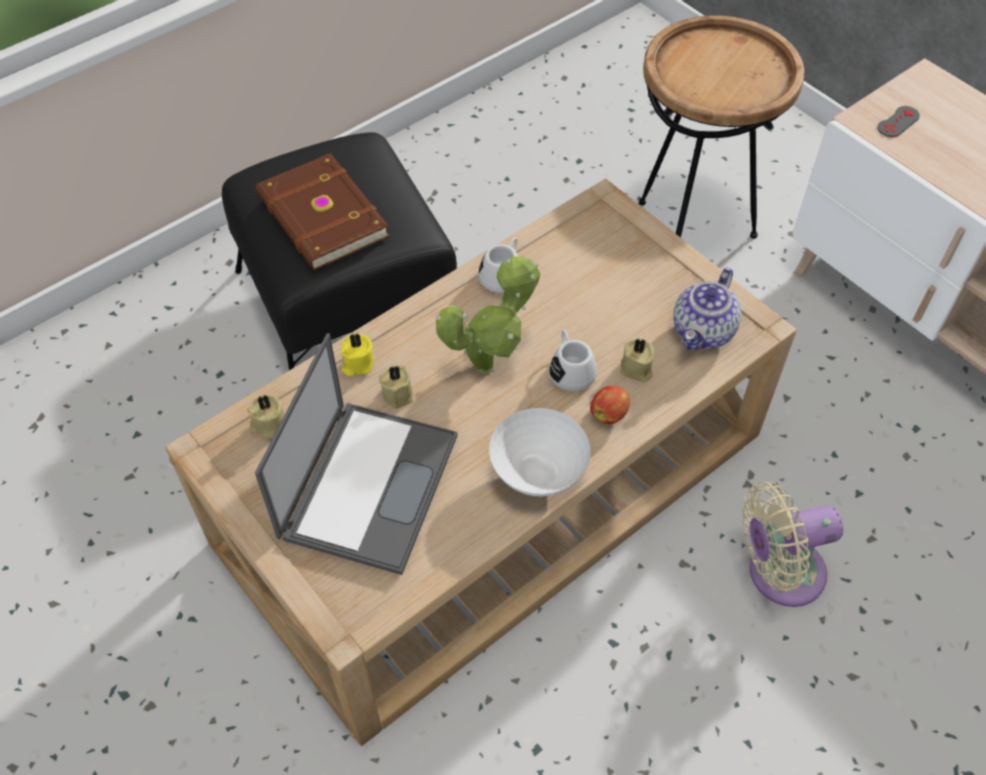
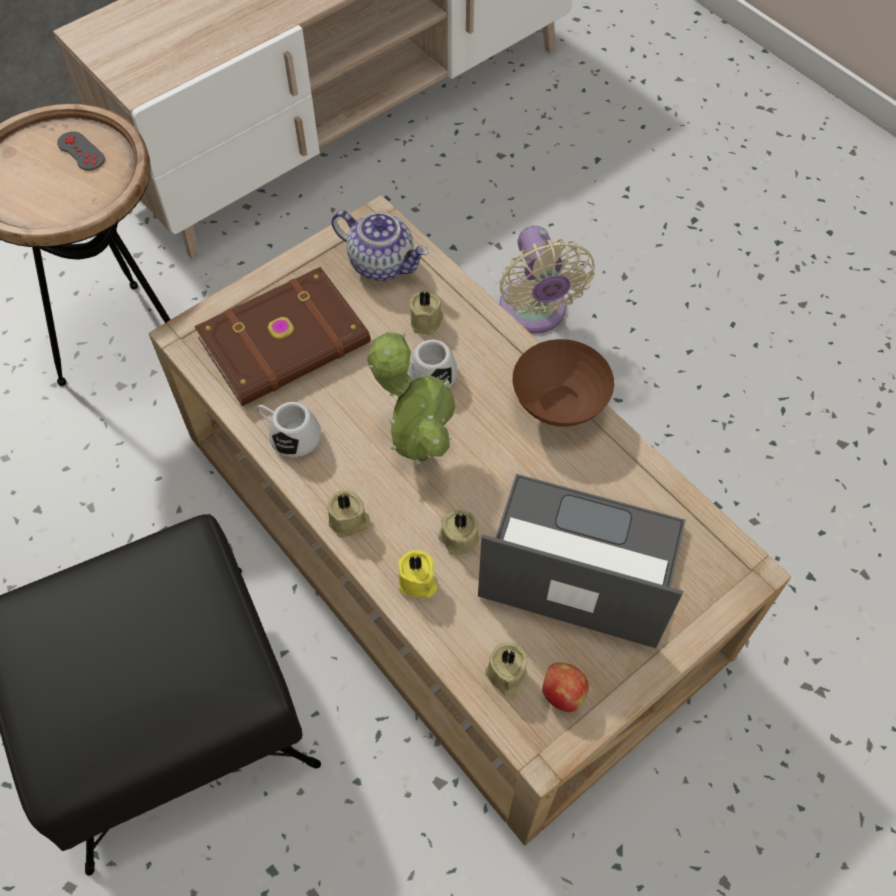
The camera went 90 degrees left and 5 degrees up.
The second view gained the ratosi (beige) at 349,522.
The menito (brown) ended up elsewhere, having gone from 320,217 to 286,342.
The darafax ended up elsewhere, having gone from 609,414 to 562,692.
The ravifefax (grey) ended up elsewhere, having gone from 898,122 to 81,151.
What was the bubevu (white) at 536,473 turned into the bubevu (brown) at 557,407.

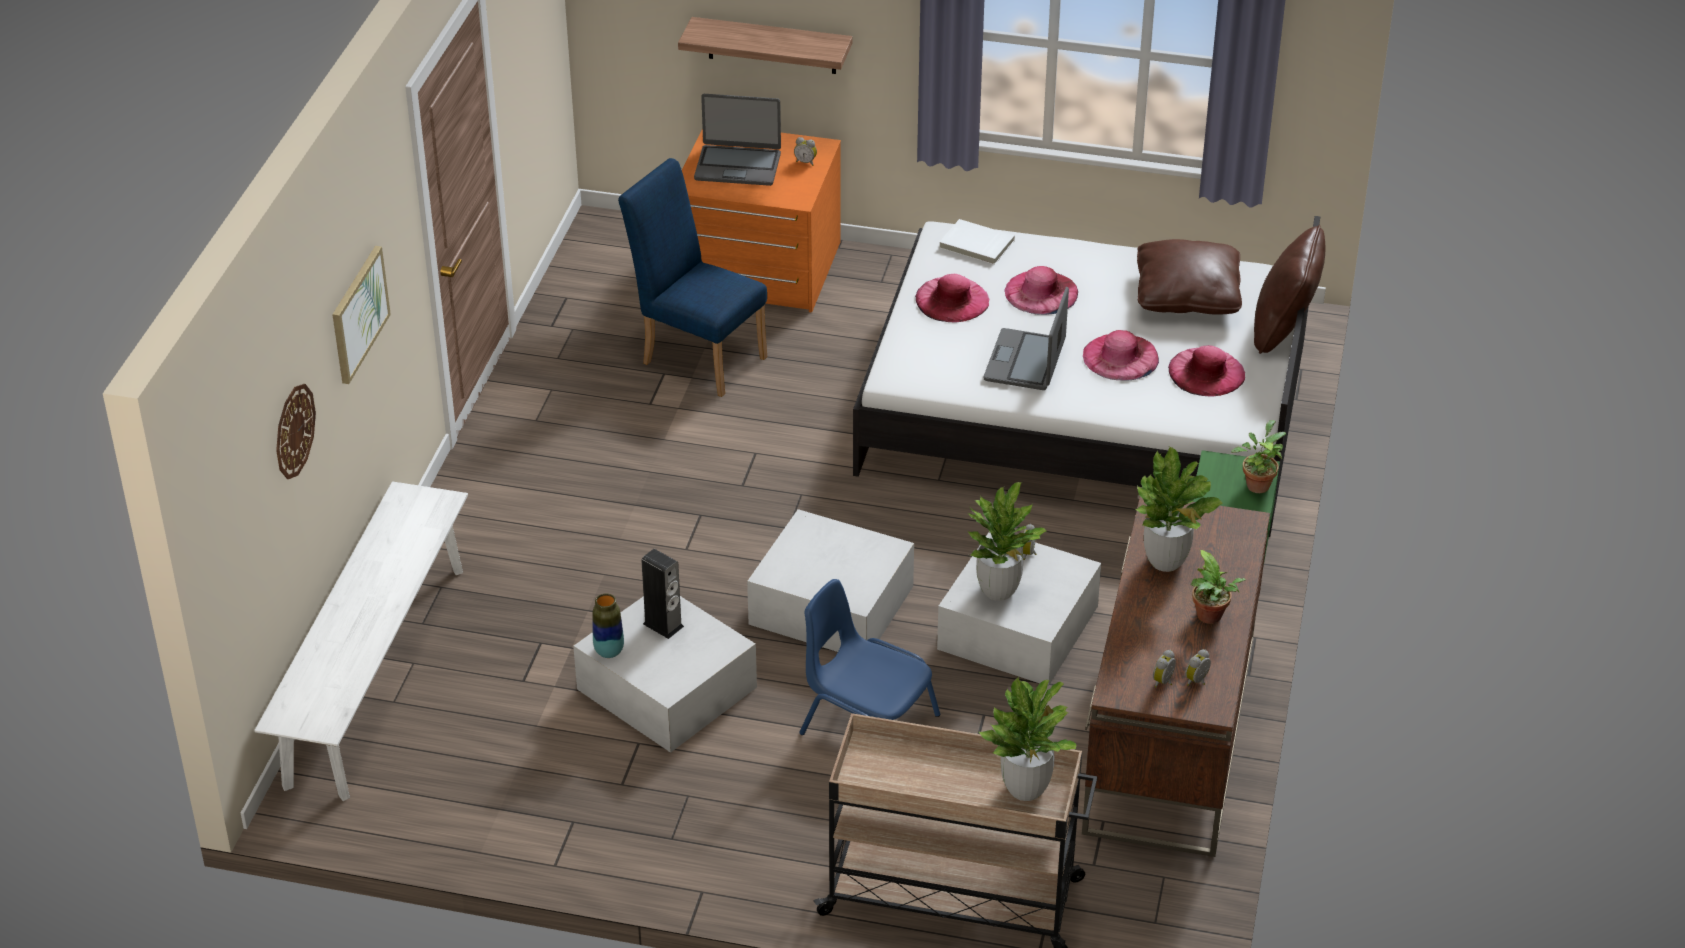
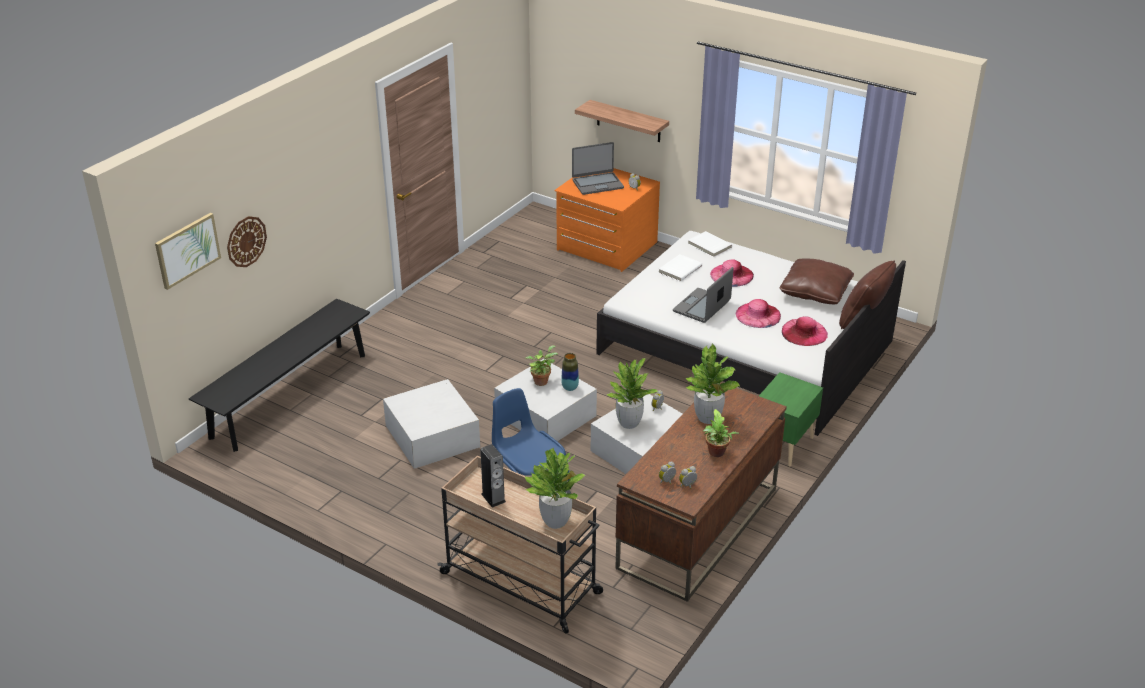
The camera went 20 degrees right and 5 degrees down.
The second view lost the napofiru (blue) at 697,356.
The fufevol ended up elsewhere, having gone from 358,314 to 187,250.
The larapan ended up elsewhere, having gone from 609,651 to 570,387.
The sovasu ended up elsewhere, having gone from 663,625 to 493,498.
The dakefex ended up elsewhere, having gone from 1257,484 to 541,381.
Where the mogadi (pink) stood at 952,299, the menito (white) came to stand at 679,269.
What was the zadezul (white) at 376,675 turned into the zadezul (black) at 290,395.
The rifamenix at 738,166 ended up facing another way, 45 degrees counterclockwise from before.

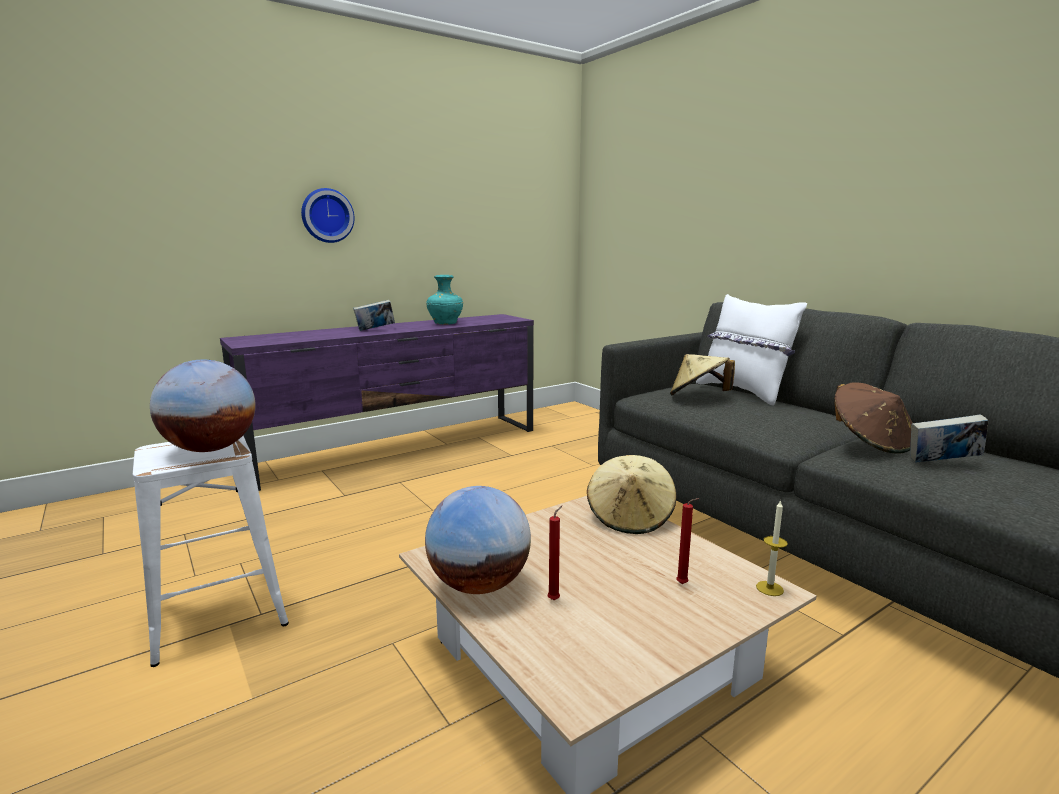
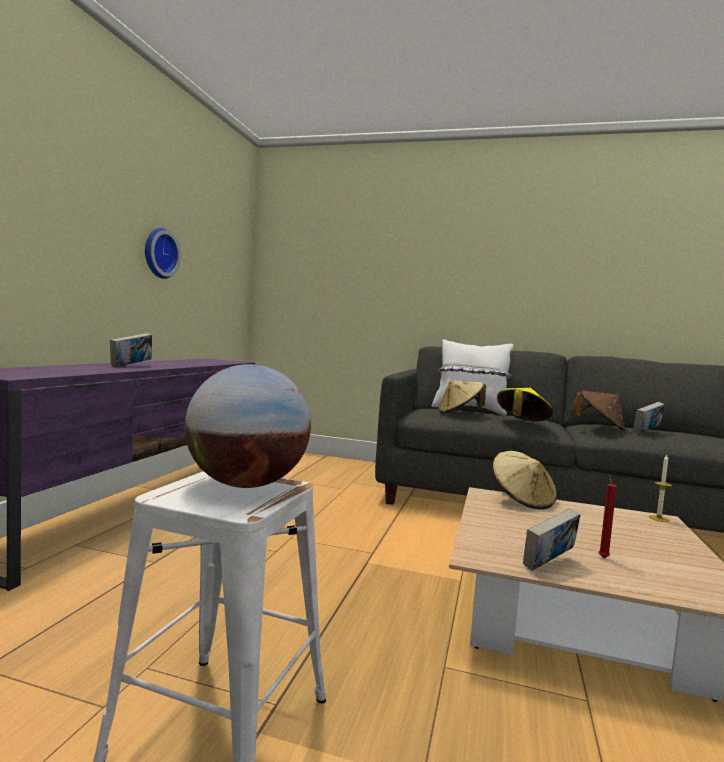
The camera went 40 degrees left and 10 degrees down.
The second view lost the larapan (turquoise) at 445,323.
The second view lost the ratosi (red) at 684,584.
The second view gained the mogadi (yellow) at 522,422.
The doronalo ended up elsewhere, having gone from 327,215 to 158,253.
Where the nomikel stood at 479,585, the menito came to stand at 549,564.

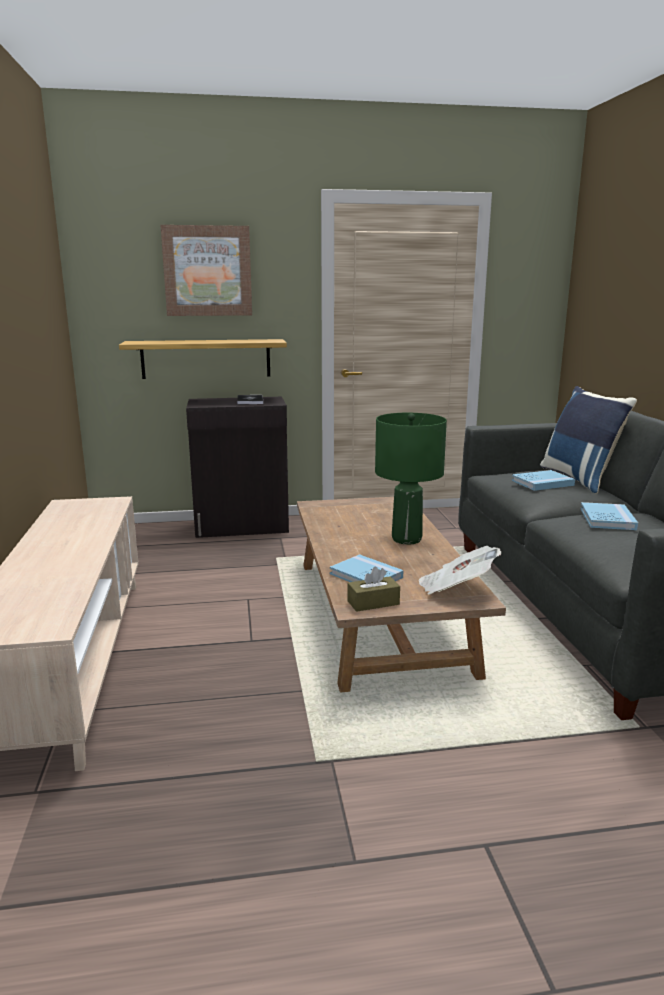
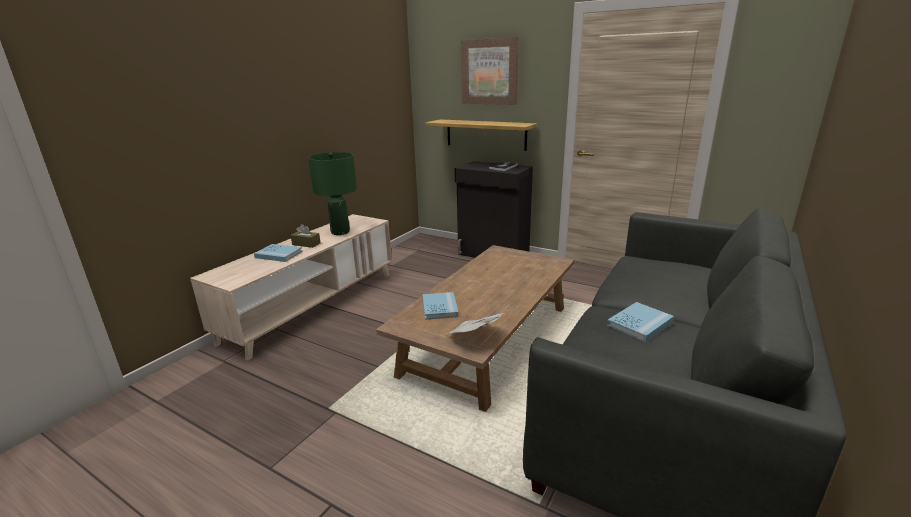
The camera went 40 degrees right and 5 degrees up.
The second view lost the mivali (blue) at 580,478.
The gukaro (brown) ended up elsewhere, having gone from 373,602 to 306,244.
The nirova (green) ended up elsewhere, having gone from 407,539 to 340,232.
The menito (blue) ended up elsewhere, having gone from 542,483 to 278,254.

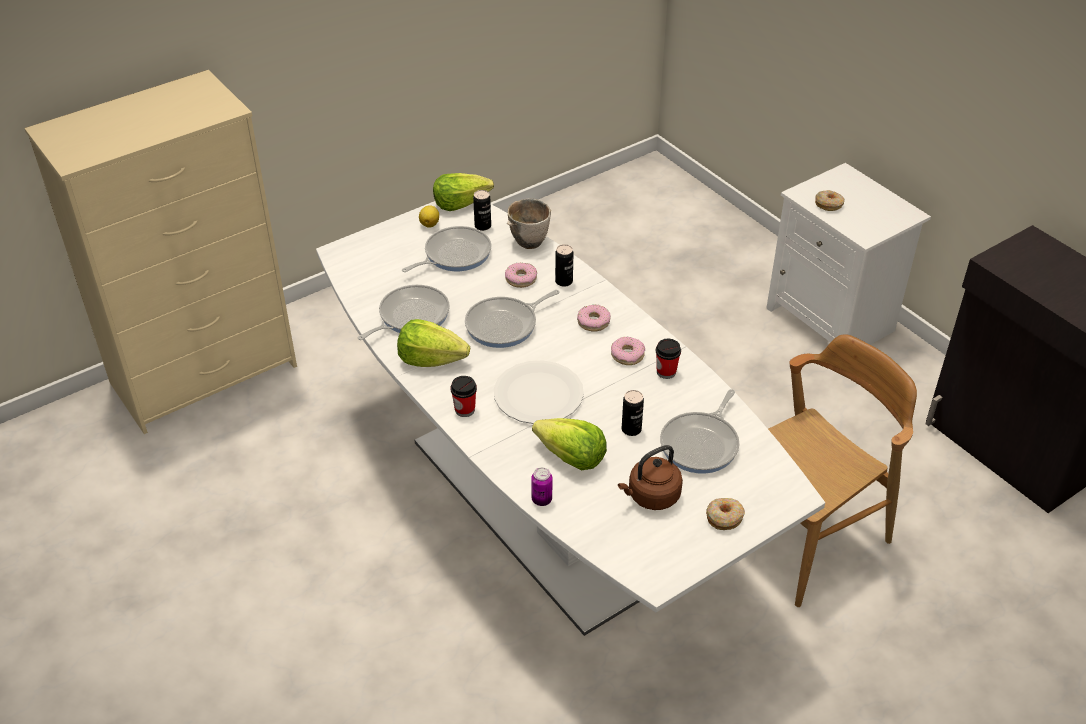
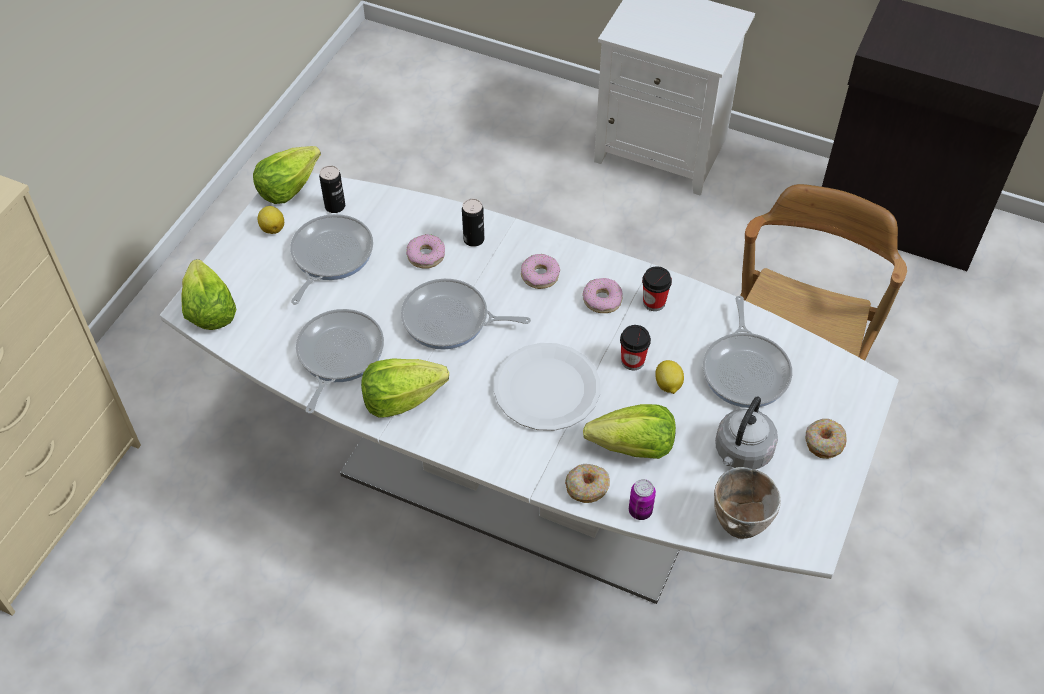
The camera went 30 degrees left and 10 degrees up.
The second view gained the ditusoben at 209,310.
The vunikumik ended up elsewhere, having gone from 464,410 to 632,361.
The bubevu ended up elsewhere, having gone from 531,242 to 741,522.
The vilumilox ended up elsewhere, having gone from 829,204 to 587,487.
Where the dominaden stood at 631,429, the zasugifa came to stand at 668,385.
What was the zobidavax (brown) at 651,496 turned into the zobidavax (grey) at 741,453.
The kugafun at 505,325 ended up facing another way, 75 degrees clockwise from before.

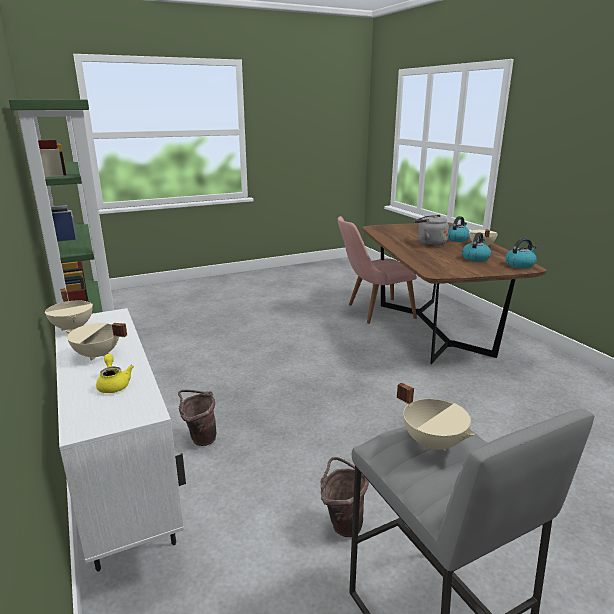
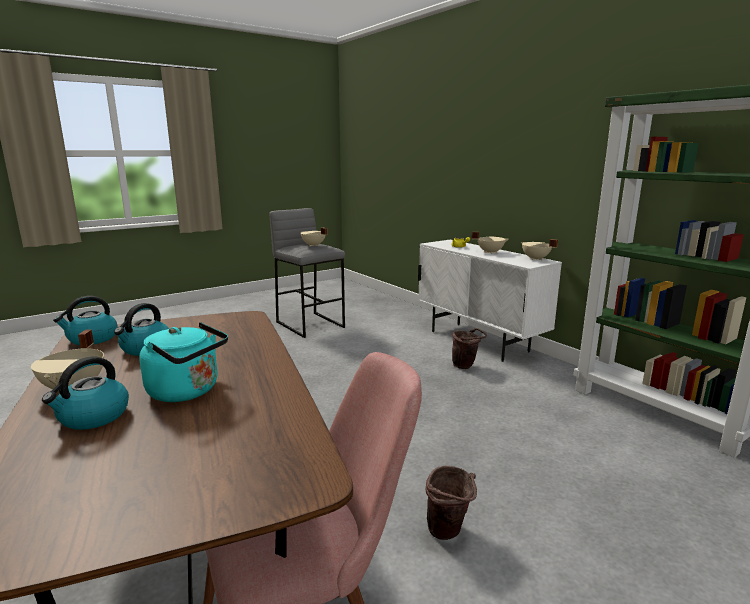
The camera went 170 degrees right and 5 degrees down.
The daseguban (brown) ended up elsewhere, having gone from 342,523 to 449,533.
What was the zobidavax (grey) at 429,243 turned into the zobidavax (turquoise) at 187,391.

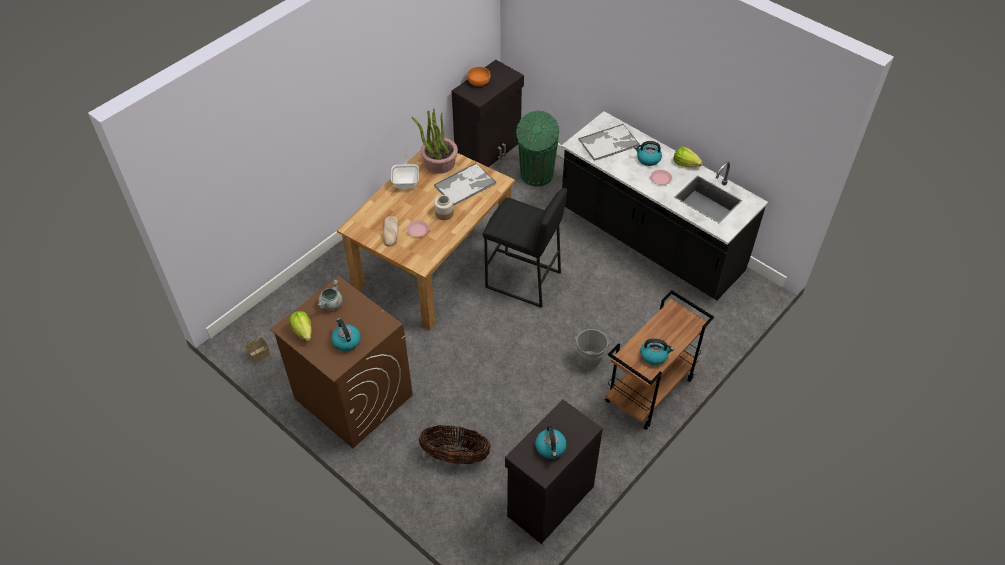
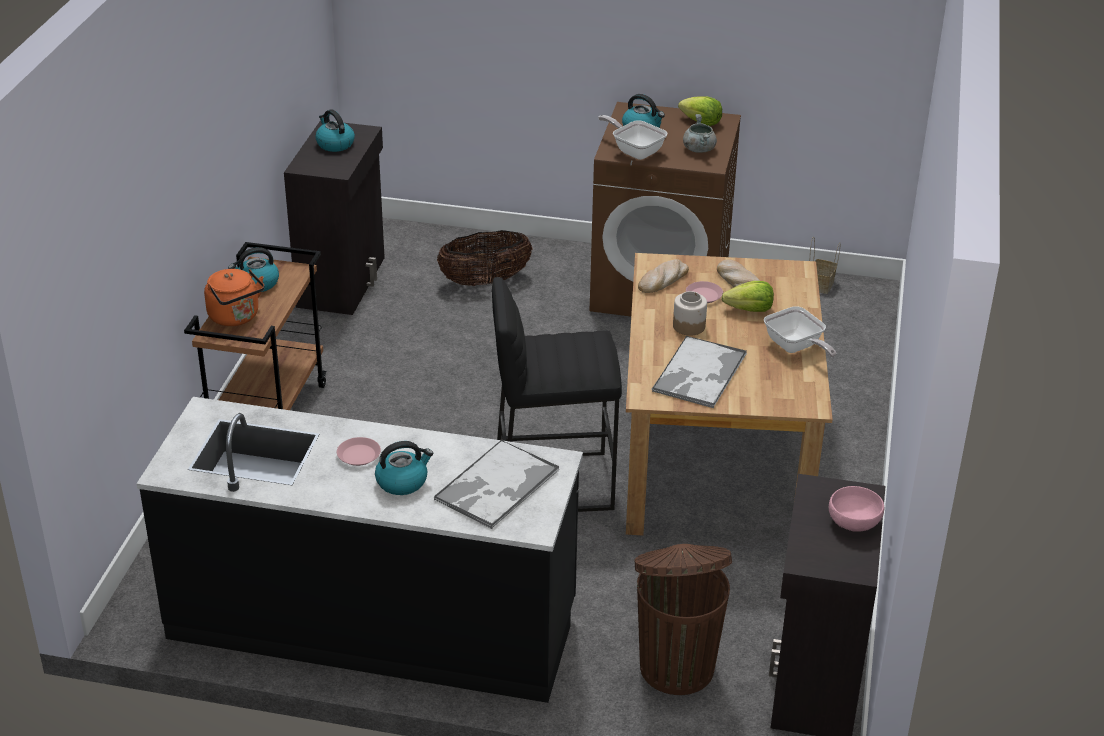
The camera went 150 degrees right and 15 degrees down.
The second view lost the dakefex at 439,163.
The second view lost the daseguban (grey) at 590,358.
The second view gained the zobidavax (orange) at 236,317.
The second view gained the kugafun at 635,151.
The second view gained the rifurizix at 663,280.
The ditusoben ended up elsewhere, having gone from 685,164 to 749,310.
What was the bubevu (orange) at 478,82 turned into the bubevu (pink) at 855,521.
What was the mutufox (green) at 536,175 turned into the mutufox (brown) at 676,665.

